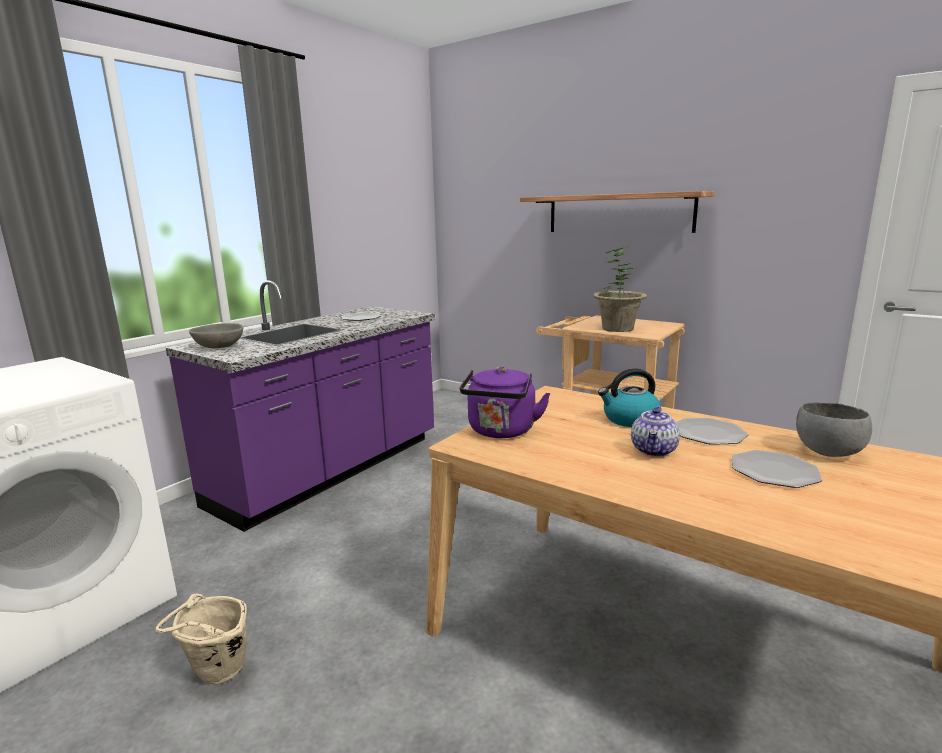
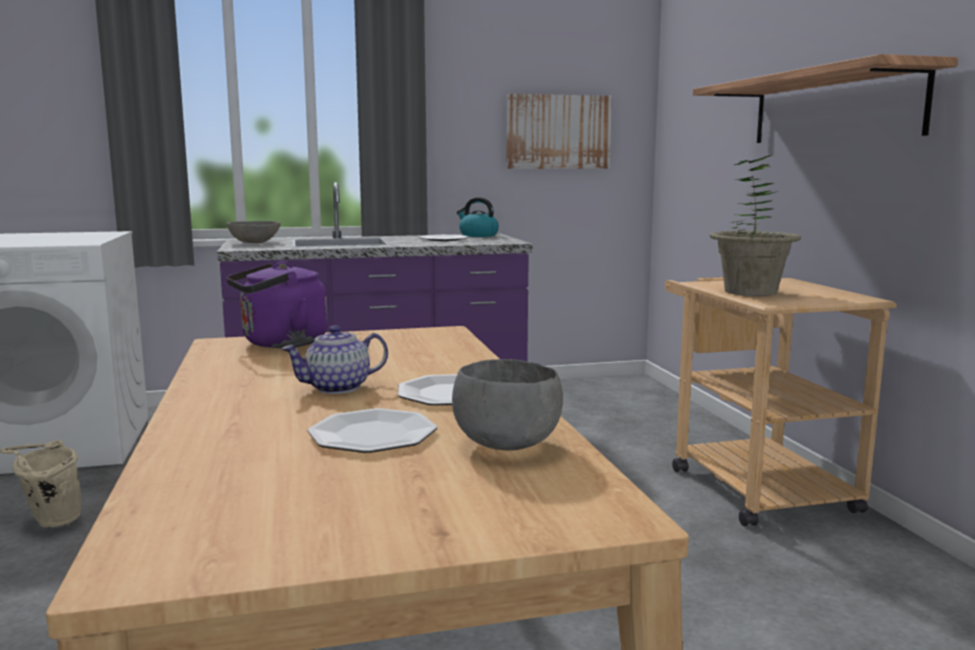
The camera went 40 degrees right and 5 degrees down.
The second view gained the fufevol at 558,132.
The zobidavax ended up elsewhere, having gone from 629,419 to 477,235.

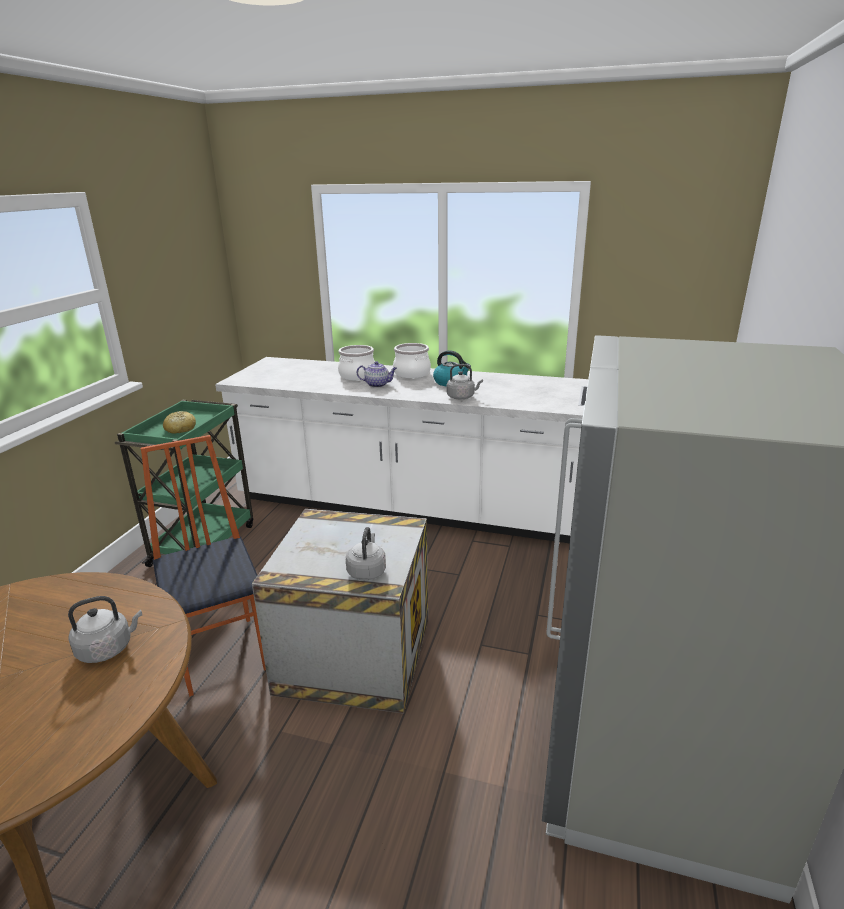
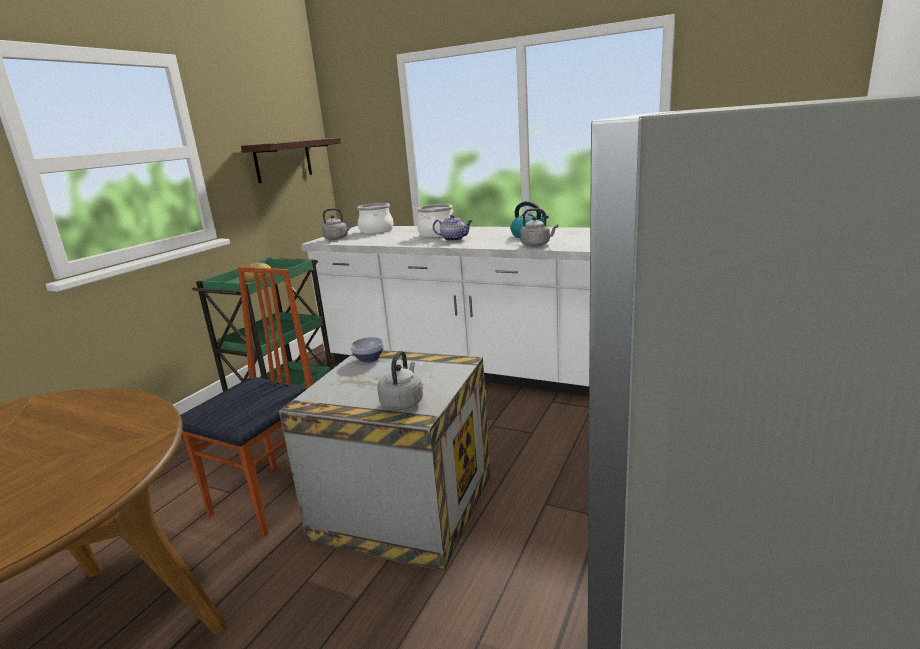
The camera went 10 degrees right and 5 degrees down.
The second view gained the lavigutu at 283,160.
The second view gained the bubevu at 368,358.
The zobidavax (grey) ended up elsewhere, having gone from 108,649 to 337,238.
The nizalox ended up elsewhere, having gone from 411,373 to 376,230.
The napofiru at 223,653 ended up facing another way, 45 degrees clockwise from before.

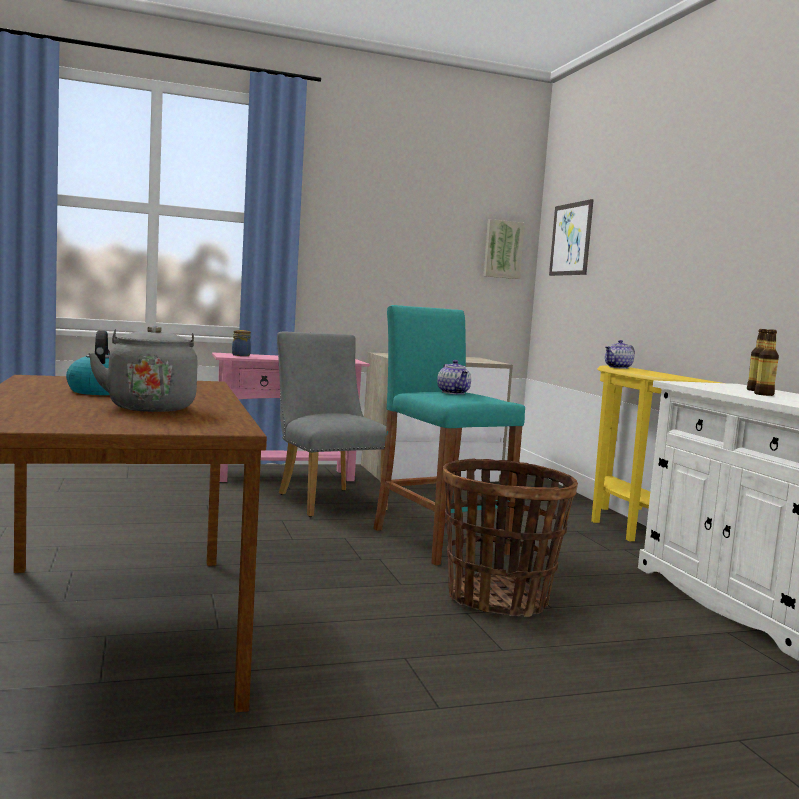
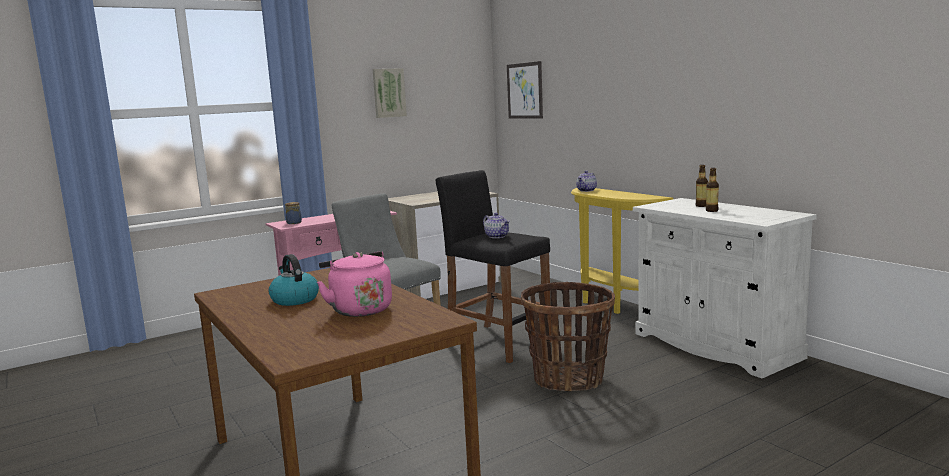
The camera went 15 degrees left and 5 degrees up.
The fufevol ended up elsewhere, having gone from 502,249 to 388,93.
What was the zobidavax (grey) at 150,407 turned into the zobidavax (pink) at 359,309.
What was the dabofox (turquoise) at 439,541 turned into the dabofox (black) at 497,342.

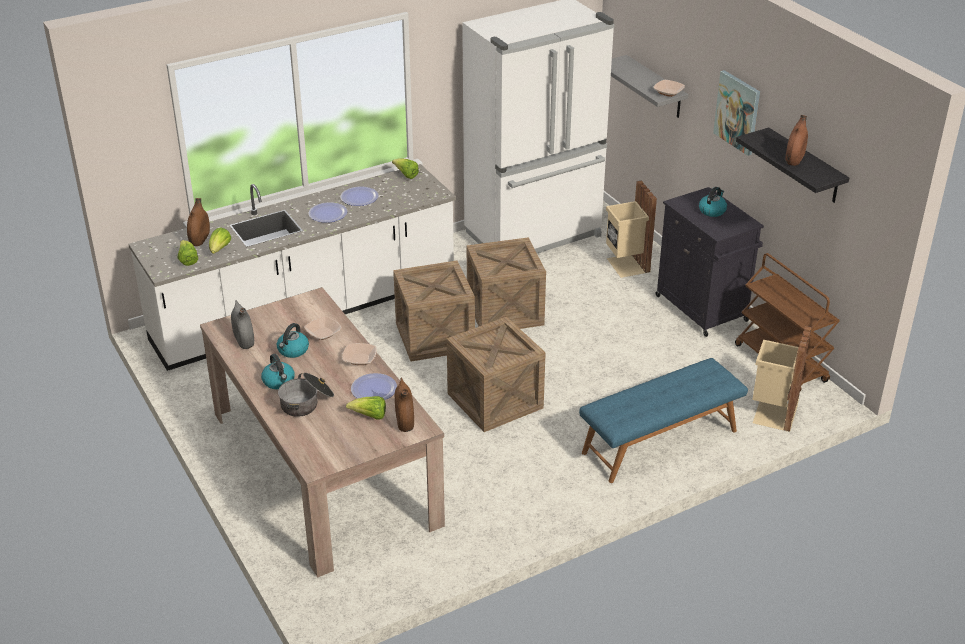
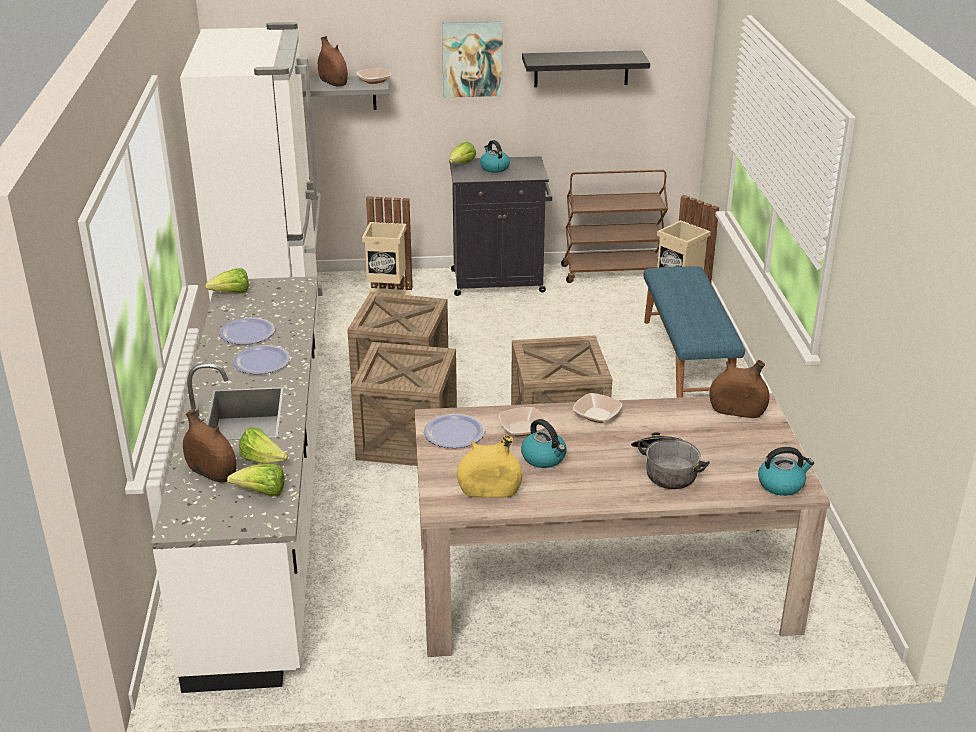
The camera went 65 degrees left and 5 degrees down.
The zobidavax ended up elsewhere, having gone from 279,381 to 781,484.
The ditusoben ended up elsewhere, having gone from 369,416 to 462,164.
The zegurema ended up elsewhere, having gone from 374,389 to 454,432.
The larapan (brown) ended up elsewhere, having gone from 794,158 to 333,82.
What was the larapan (grey) at 244,339 turned into the larapan (yellow) at 489,491.

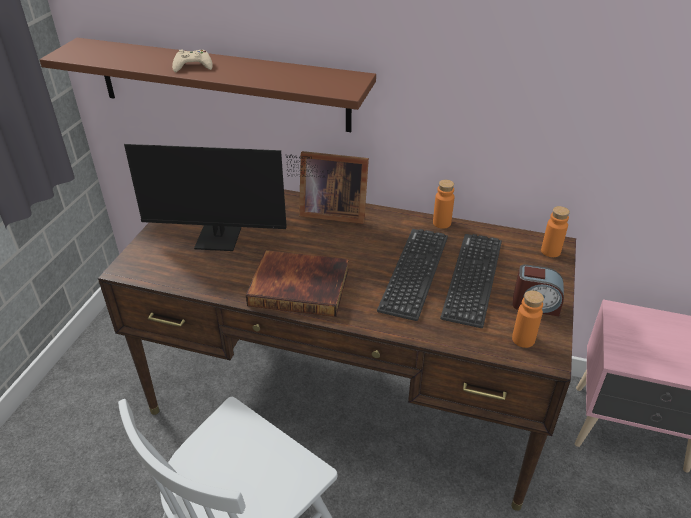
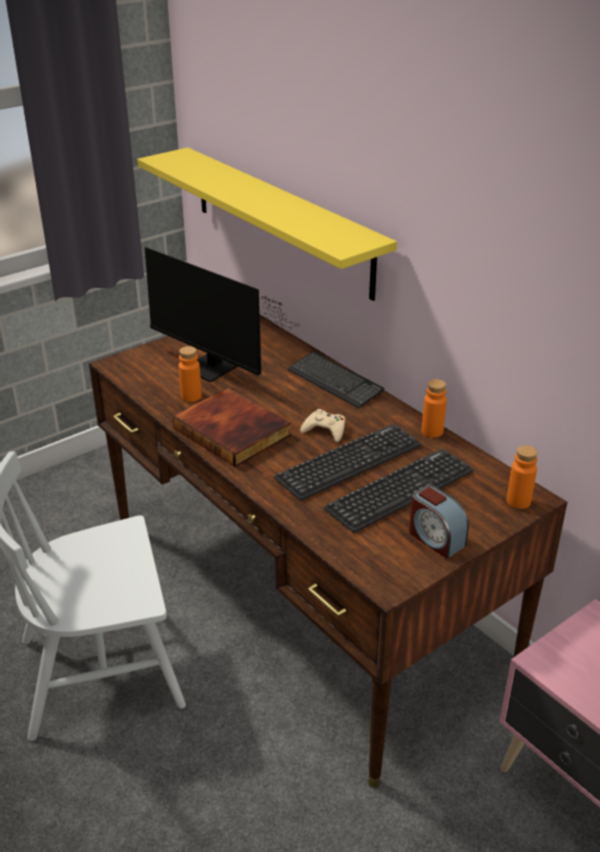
The camera went 35 degrees right and 5 degrees down.
The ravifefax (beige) ended up elsewhere, having gone from 193,66 to 325,430.
The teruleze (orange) ended up elsewhere, having gone from 523,339 to 191,396.
Where the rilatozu stood at 331,211, the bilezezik came to stand at 335,381.
What was the lavigutu (brown) at 222,84 turned into the lavigutu (yellow) at 280,220.

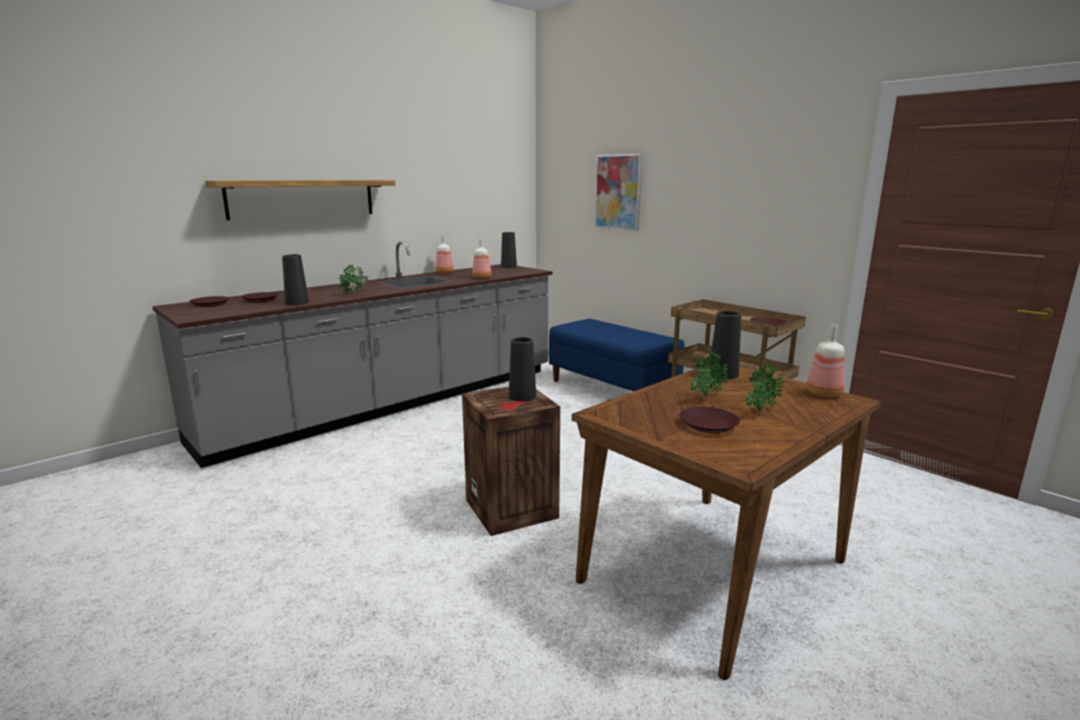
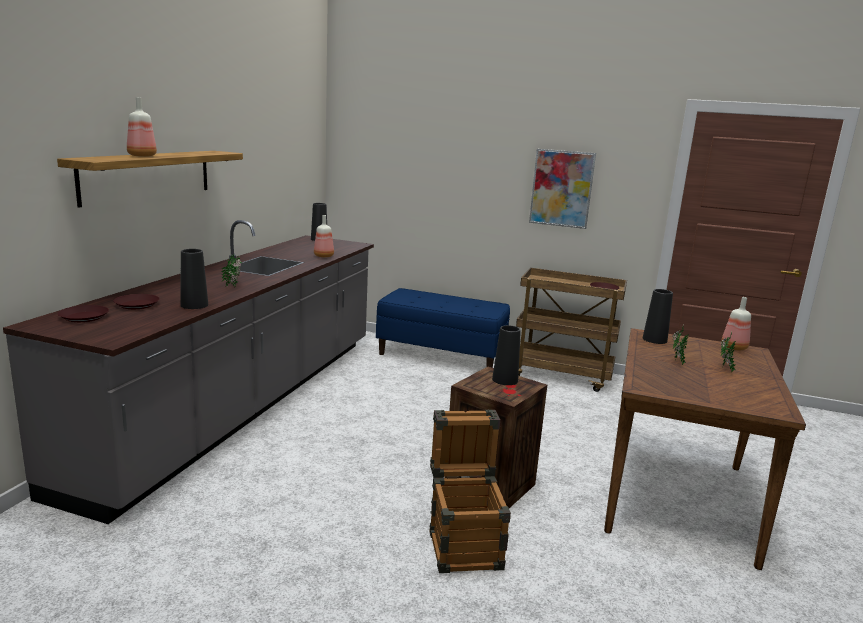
The camera went 30 degrees left and 0 degrees up.
The second view lost the zegurema (brown) at 708,425.
The second view gained the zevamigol at 464,543.
The teruleze ended up elsewhere, having gone from 444,272 to 141,156.
The fufevol ended up elsewhere, having gone from 618,192 to 561,188.

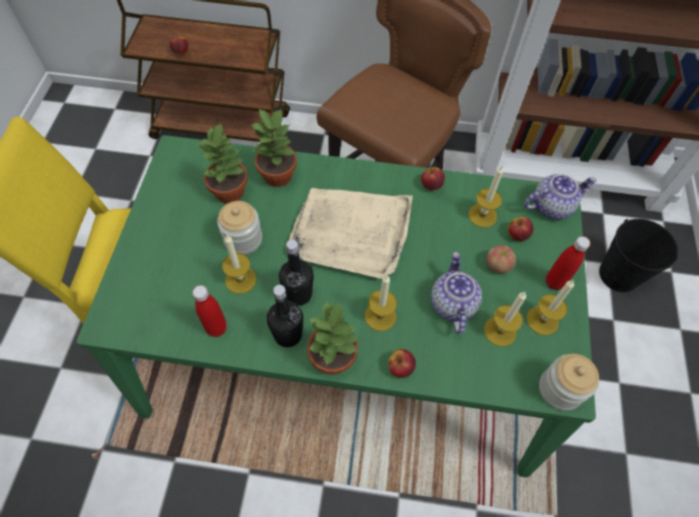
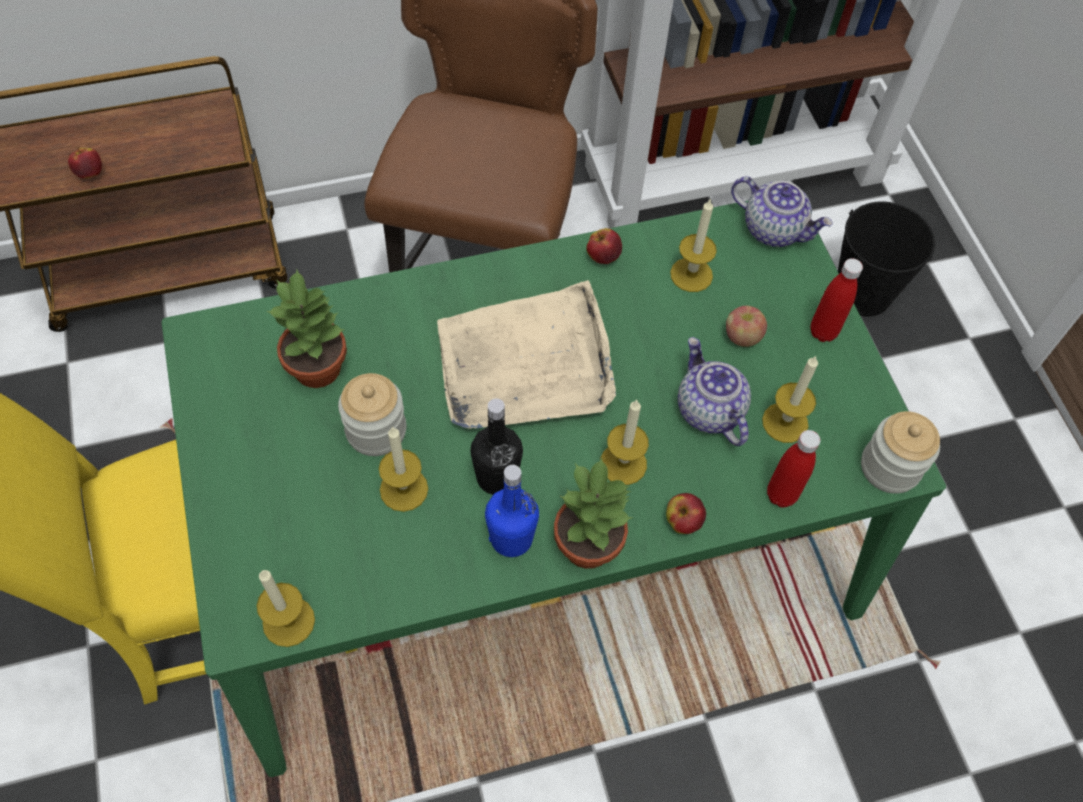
The camera went 25 degrees left and 0 degrees up.
The second view lost the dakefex at 278,174.
The second view lost the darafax at 517,235.
The teruleze (red) ended up elsewhere, having gone from 216,328 to 781,495.
The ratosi ended up elsewhere, having gone from 542,320 to 288,621.
What was the teruleze (black) at 288,334 turned into the teruleze (blue) at 511,538.
The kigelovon at 551,206 ended up facing another way, 75 degrees clockwise from before.

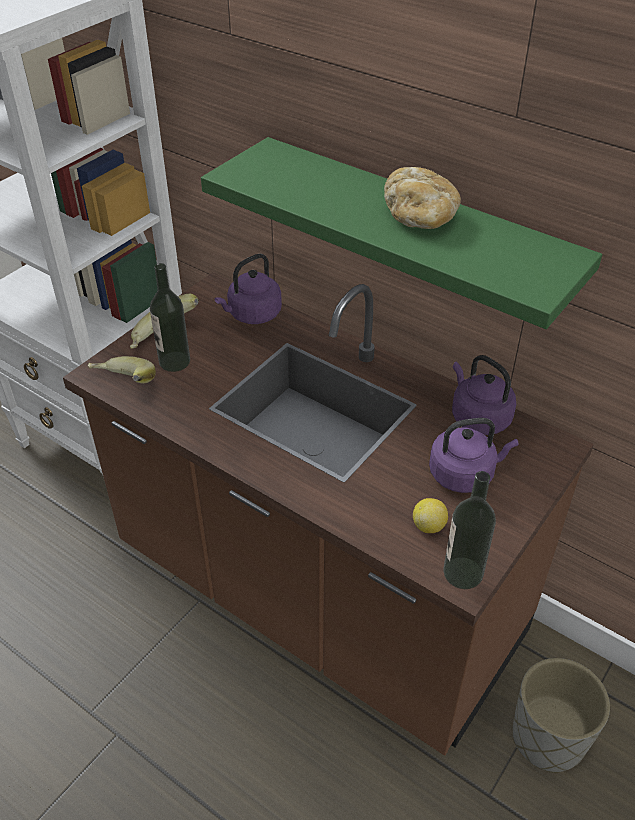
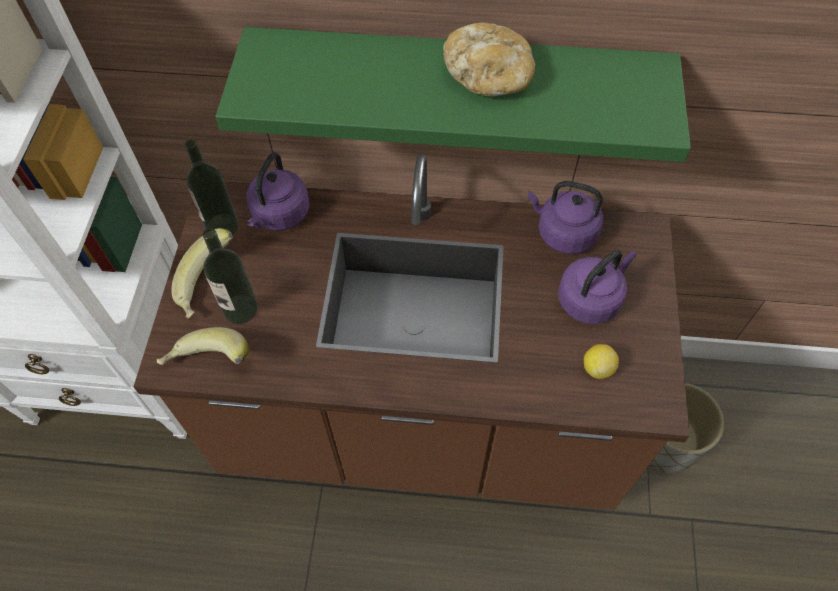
The camera went 30 degrees left and 15 degrees up.
The teruleze ended up elsewhere, having gone from 463,573 to 222,226.

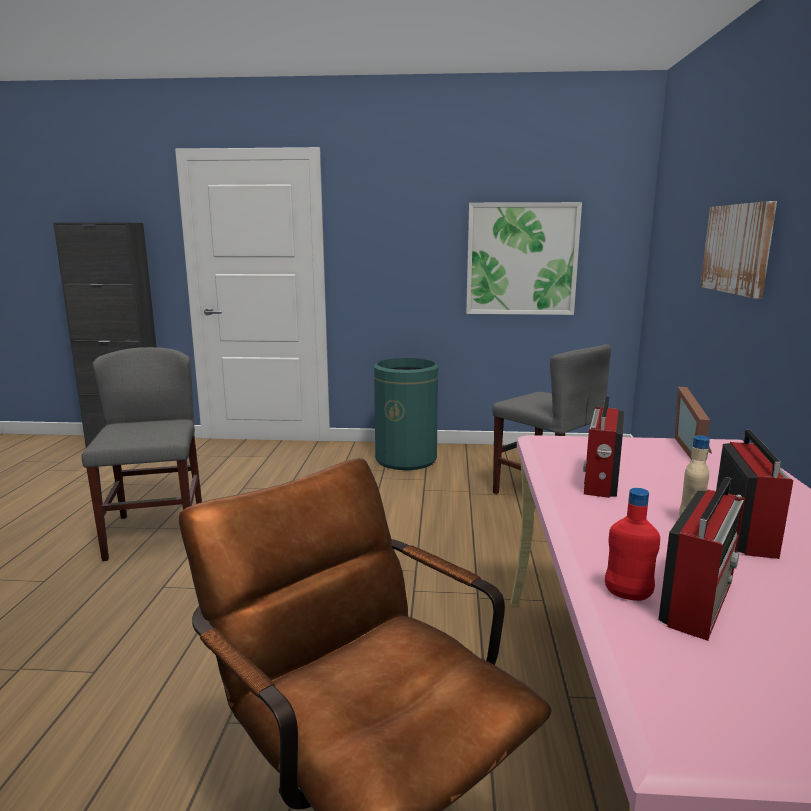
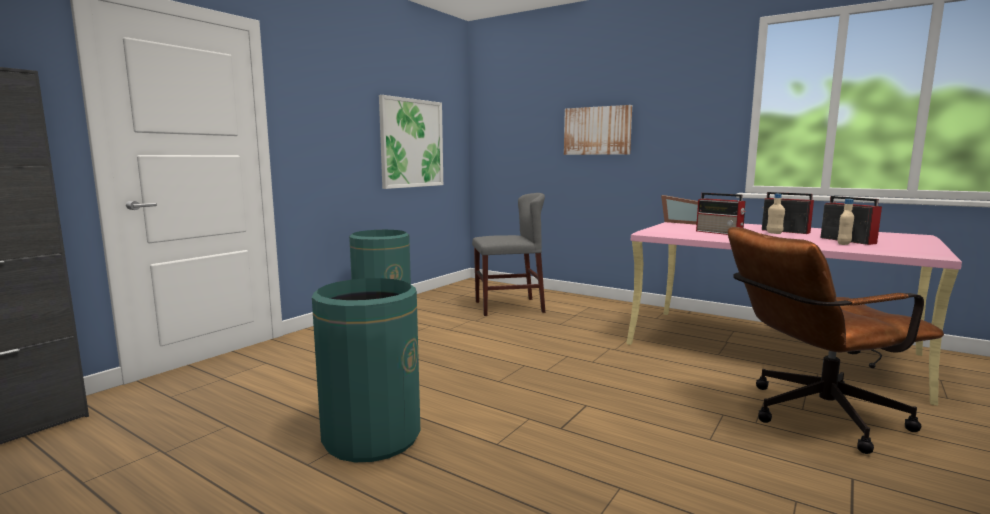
The camera went 60 degrees left and 5 degrees down.
Where the napofiru (grey) stood at 156,533, the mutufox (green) came to stand at 371,437.
What was the teruleze (red) at 628,595 turned into the teruleze (beige) at 844,244.

